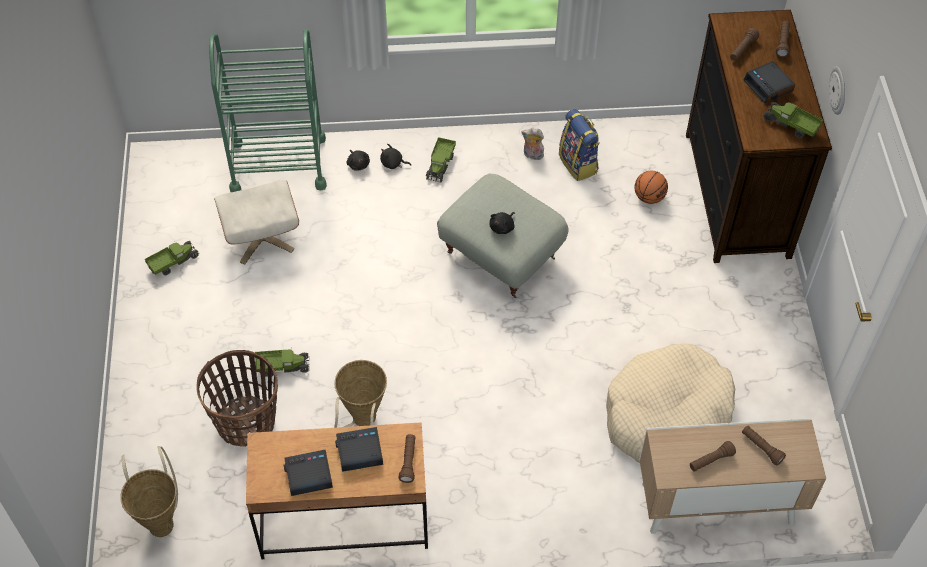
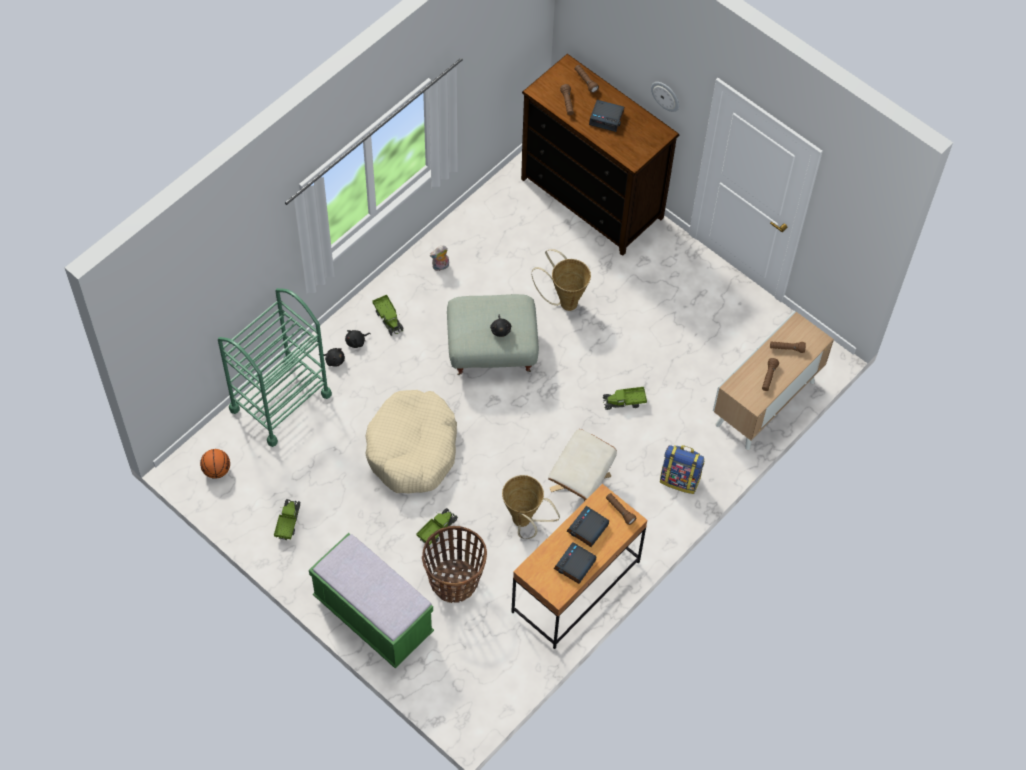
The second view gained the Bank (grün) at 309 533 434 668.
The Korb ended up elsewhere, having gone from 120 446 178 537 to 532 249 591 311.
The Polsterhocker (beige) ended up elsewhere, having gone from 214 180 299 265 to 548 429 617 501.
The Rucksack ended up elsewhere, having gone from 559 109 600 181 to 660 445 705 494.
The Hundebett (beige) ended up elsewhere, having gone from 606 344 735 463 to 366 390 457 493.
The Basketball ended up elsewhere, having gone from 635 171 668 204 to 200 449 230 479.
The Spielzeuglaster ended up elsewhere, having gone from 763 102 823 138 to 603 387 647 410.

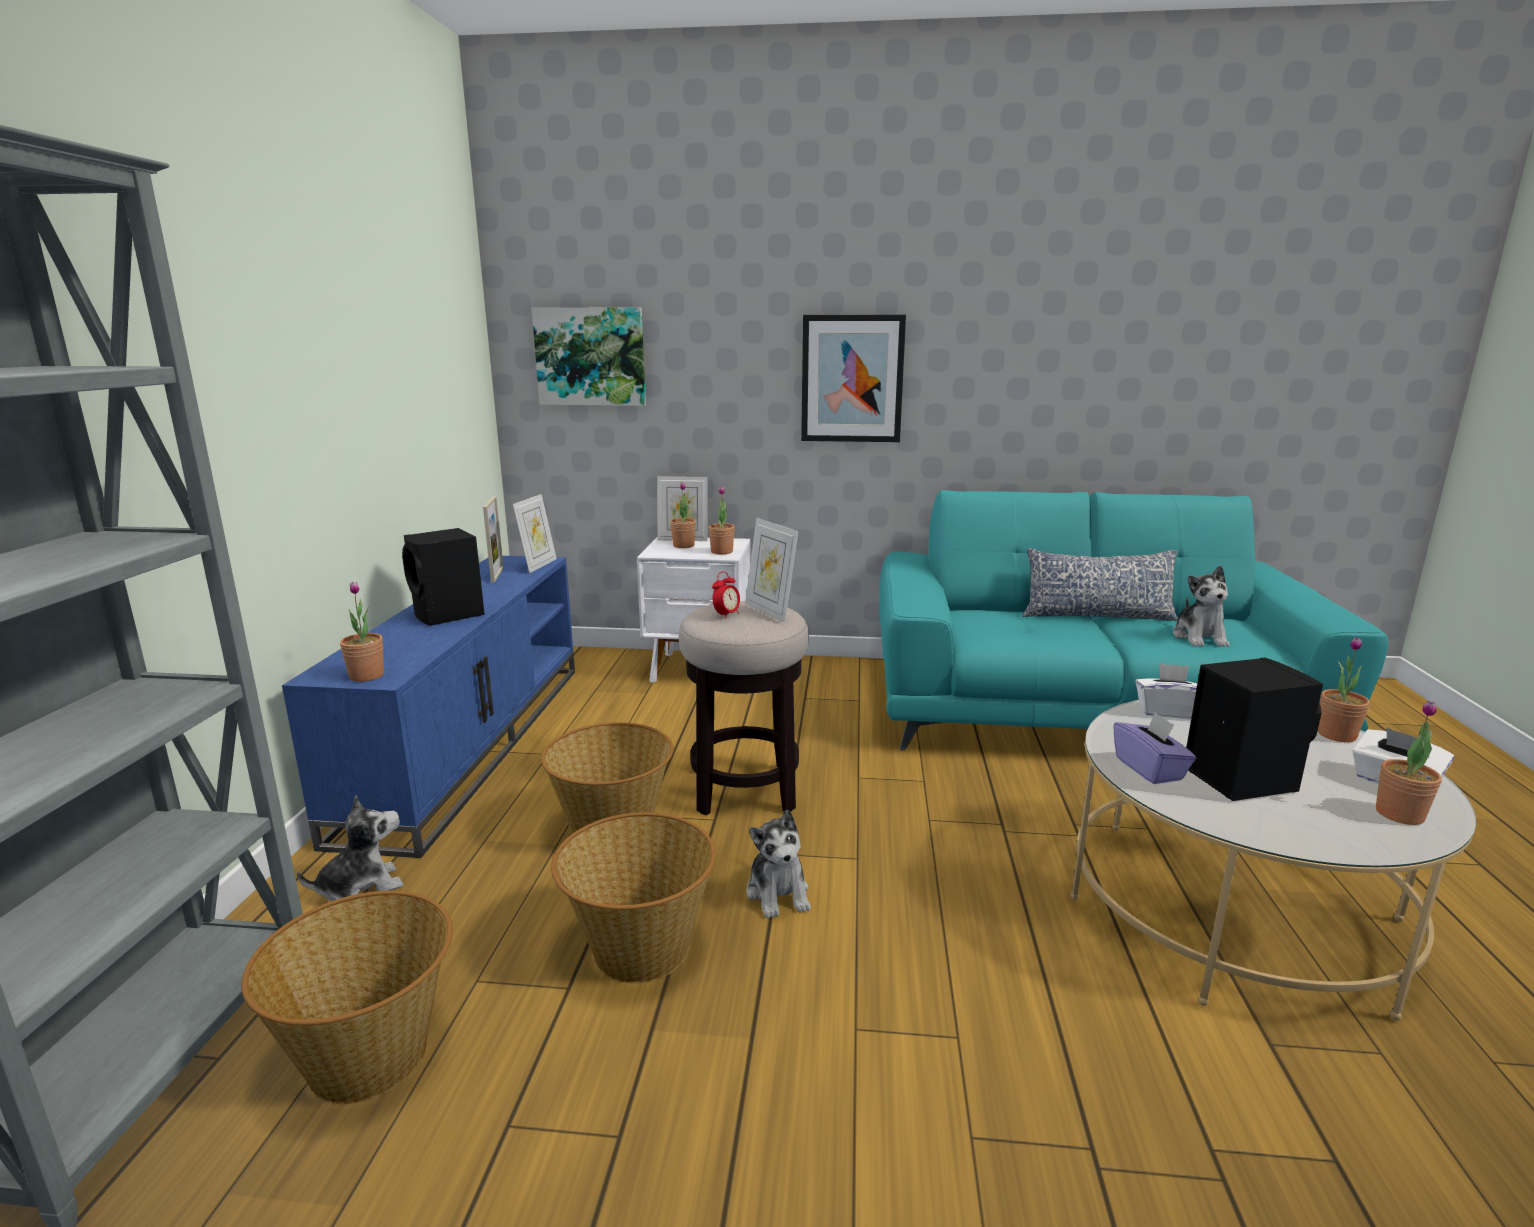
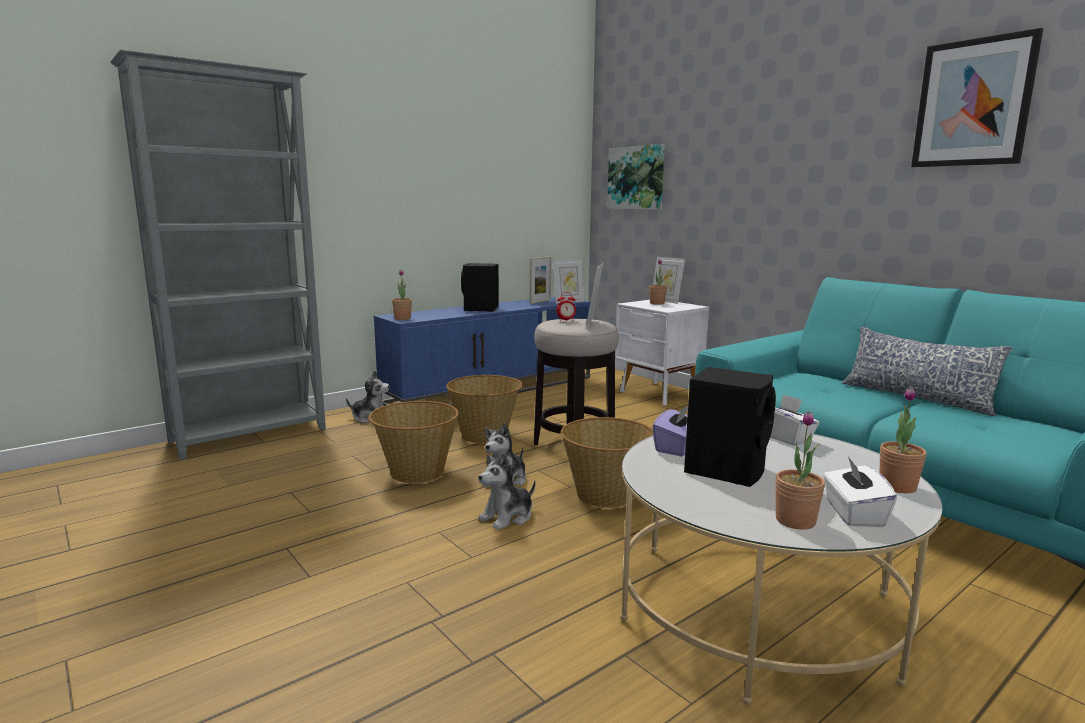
The second view lost the Topfpflanze at 708 487 735 554.
The Korb ended up elsewhere, having gone from 241 891 453 1104 to 561 417 653 508.
The Bild ended up elsewhere, having gone from 801 315 906 442 to 911 28 1043 167.
The Plüschtier ended up elsewhere, having gone from 1173 566 1230 647 to 478 453 536 530.

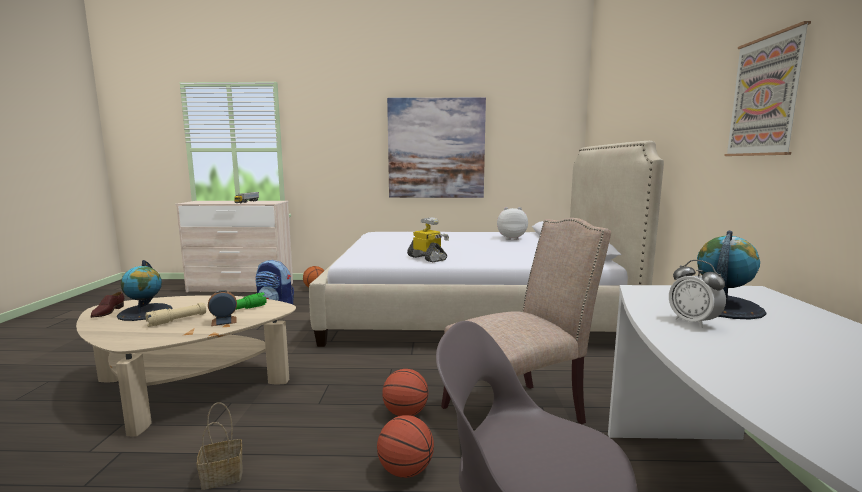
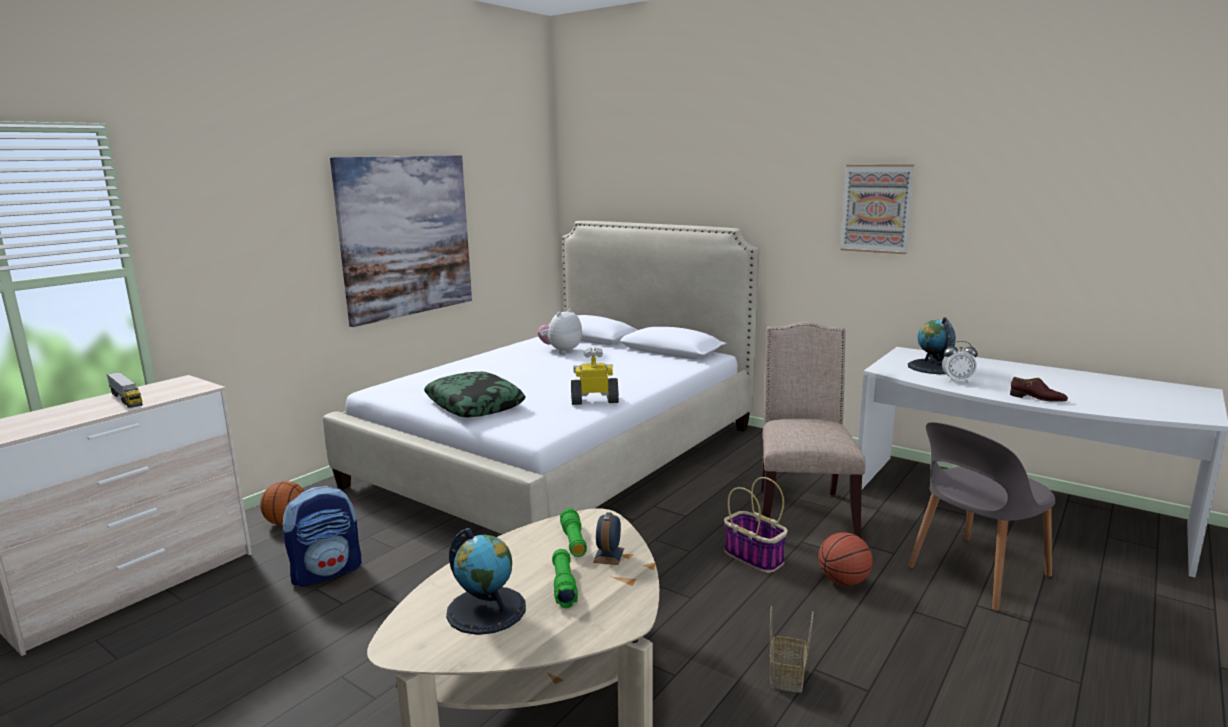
The second view gained the Kissen at 424 372 526 418.
The Schuh (braun) ended up elsewhere, having gone from 90 291 124 318 to 1010 377 1068 402.
Where the Basketball stood at 382 369 428 416, the Korb came to stand at 724 477 788 573.
What was the Taschenlampe (beige) at 145 303 206 327 turned into the Taschenlampe (grün) at 552 549 578 608.

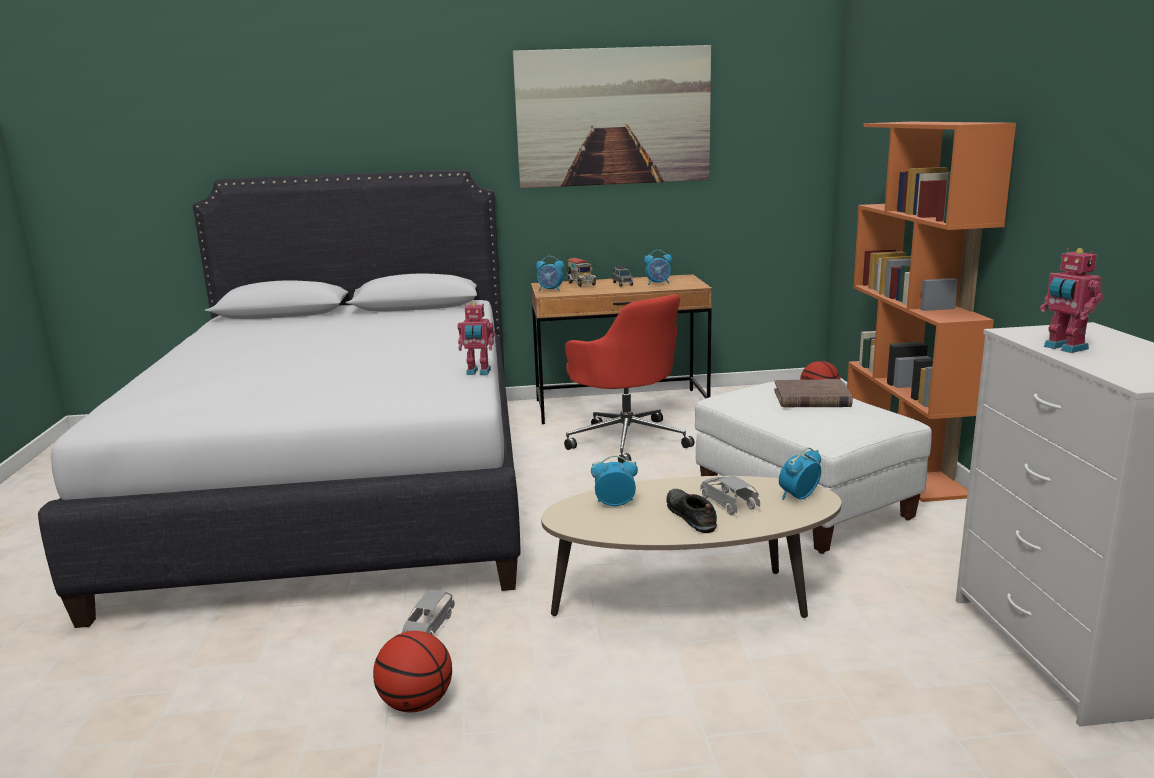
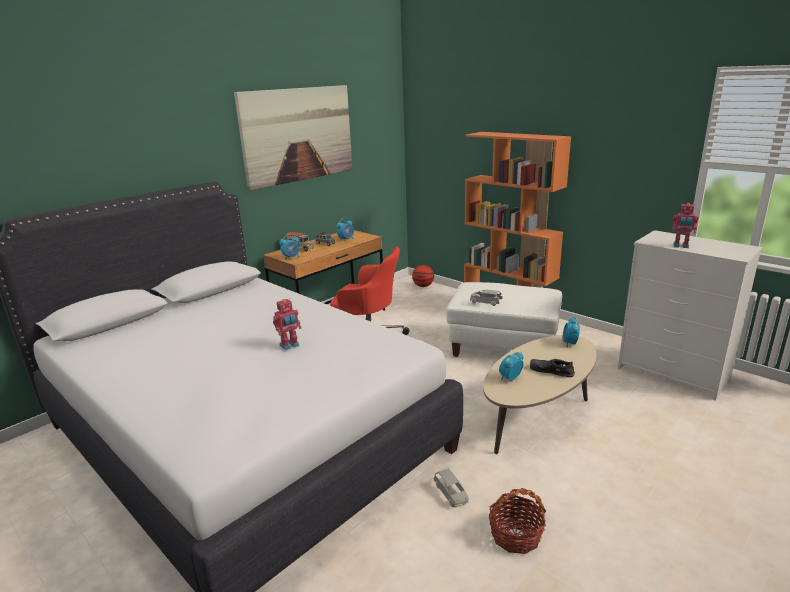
The second view lost the Buch (braun) at 774 379 853 407.
The Spielzeugroboter ended up elsewhere, having gone from 457 302 494 375 to 273 298 301 350.
The Spielzeugauto (grau) ended up elsewhere, having gone from 700 476 760 515 to 470 290 503 306.
Where the Basketball stood at 373 631 452 713, the Korb came to stand at 489 488 546 554.

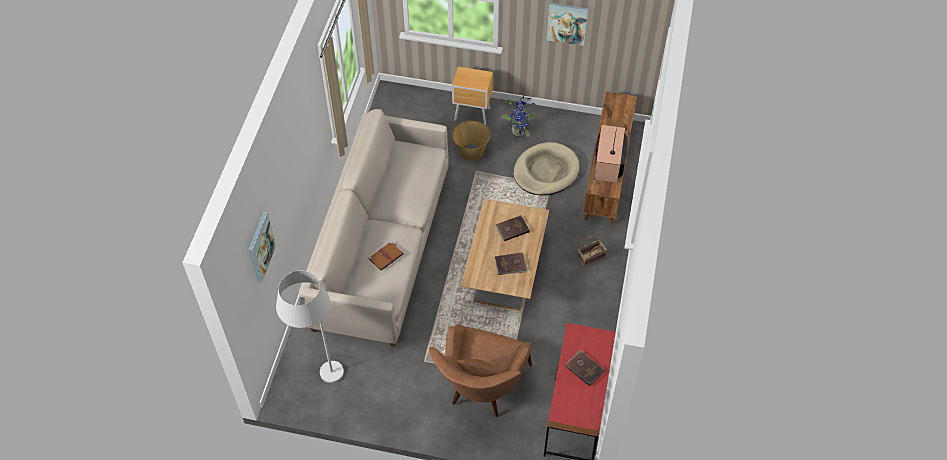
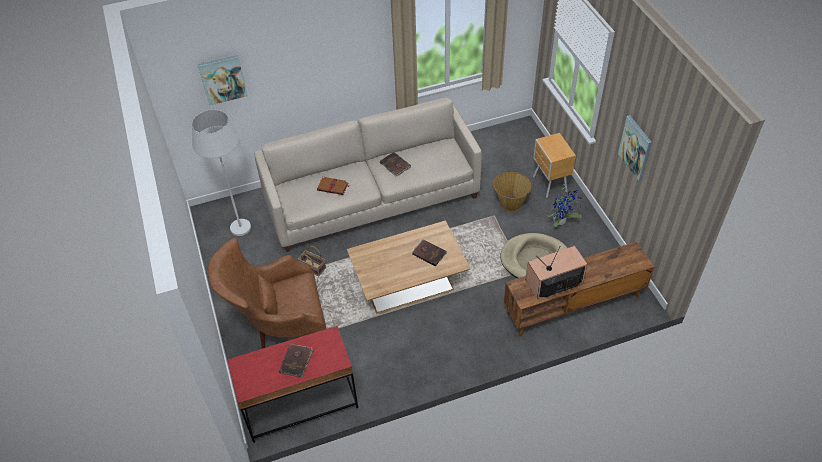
The Buch (braun) ended up elsewhere, having gone from 495 252 528 275 to 380 152 411 176.
The Korb ended up elsewhere, having gone from 578 236 607 267 to 298 246 326 276.

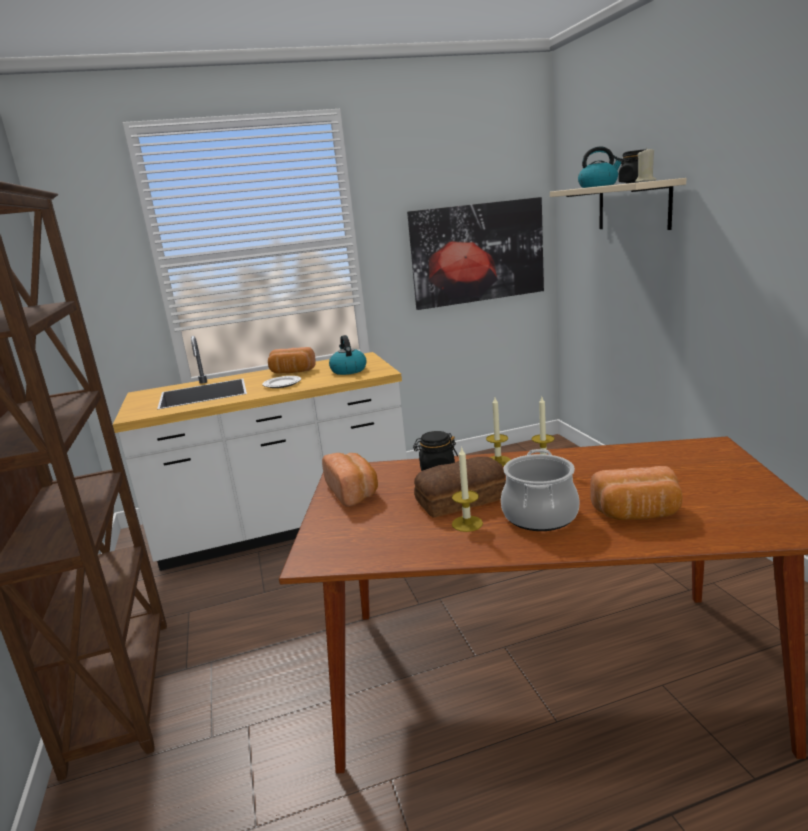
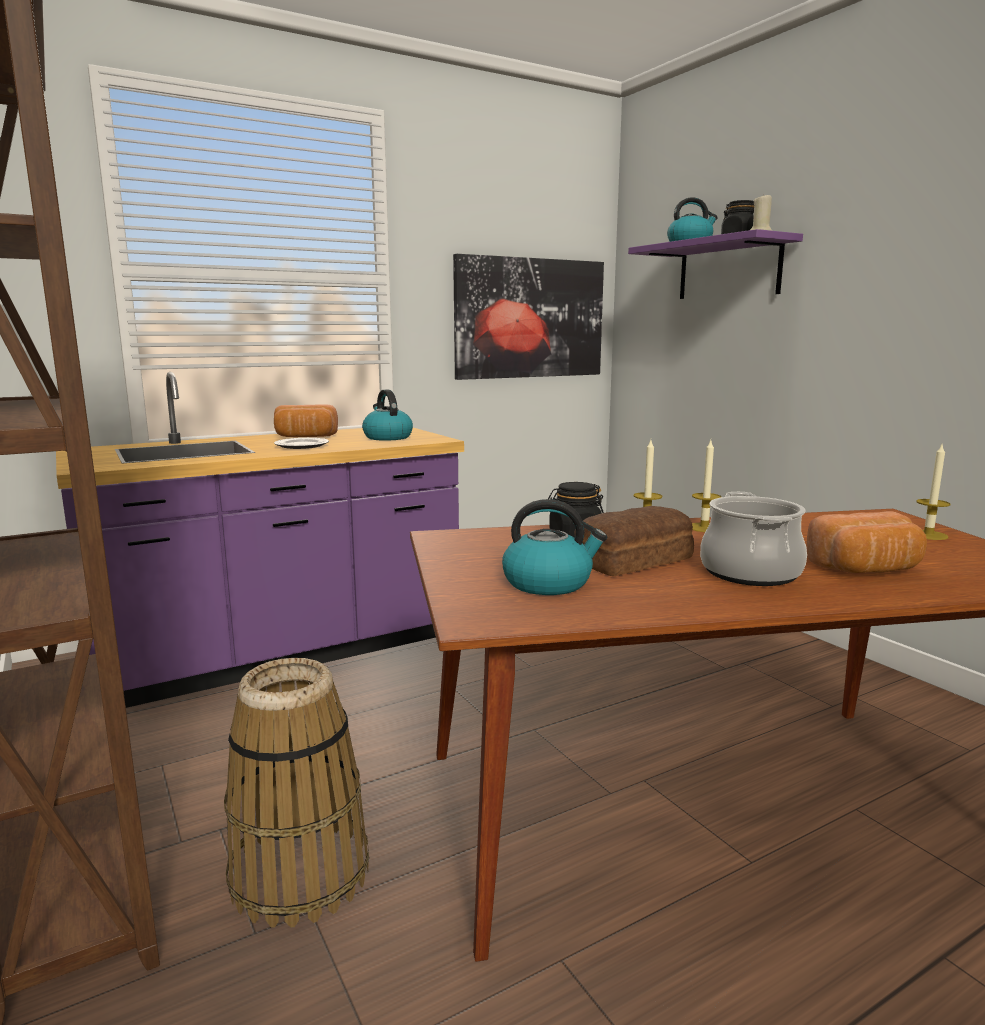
The second view lost the Brot at 322 453 378 507.
The second view gained the Korb at 224 658 369 928.
The second view gained the Wasserkessel at 502 499 607 595.
The Kerze ended up elsewhere, having gone from 452 446 483 532 to 917 445 951 540.
What was the Küchenzeile (weiß) at 113 336 407 571 turned into the Küchenzeile (lila) at 56 372 464 708.
What was the Wandregal (beige) at 550 178 686 230 turned into the Wandregal (lila) at 628 229 803 299.

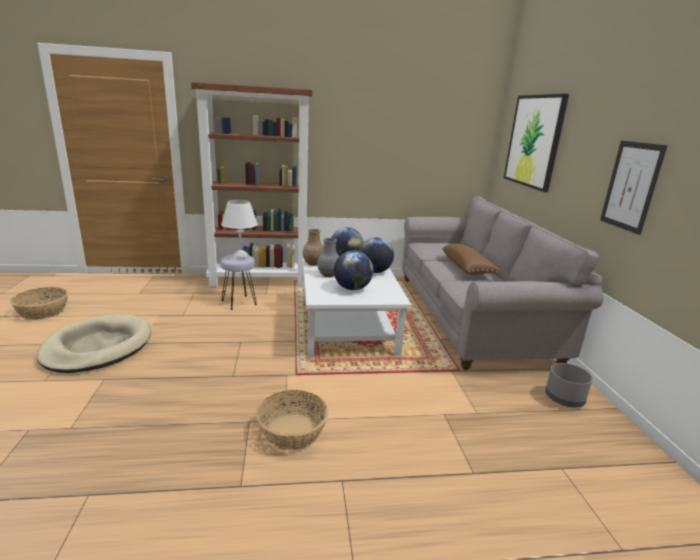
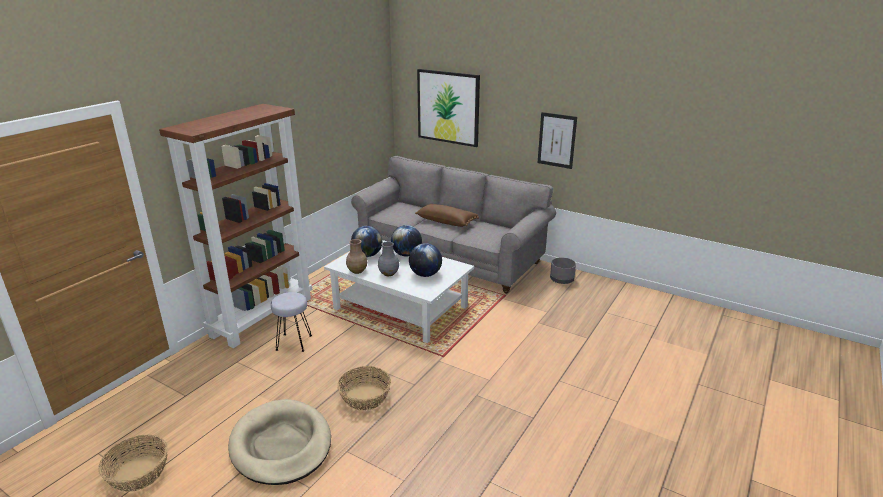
The second view lost the Tischlampe (weiß) at 221 200 258 259.
The Korb ended up elsewhere, having gone from 256 390 328 450 to 337 366 391 411.

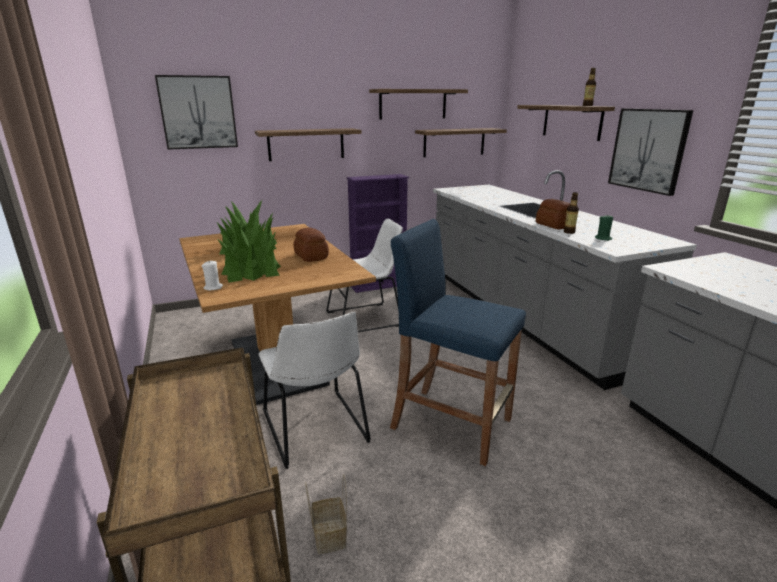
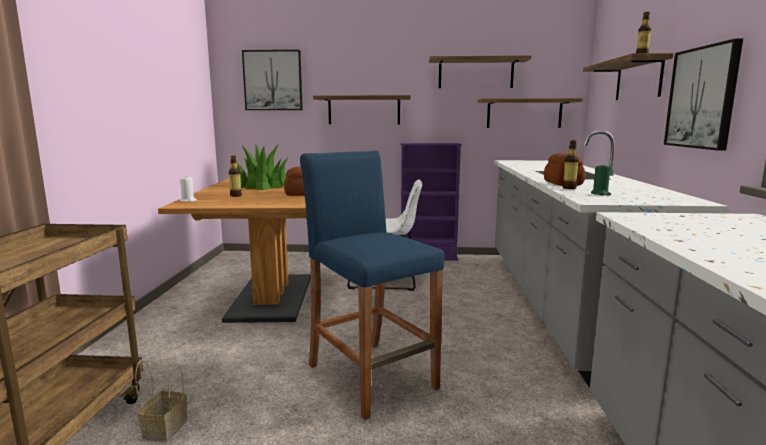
The second view lost the Stuhl (weiß) at 258 312 371 469.
Where the Topfpflanze stood at 217 215 281 282, the Flasche came to stand at 229 156 242 197.

